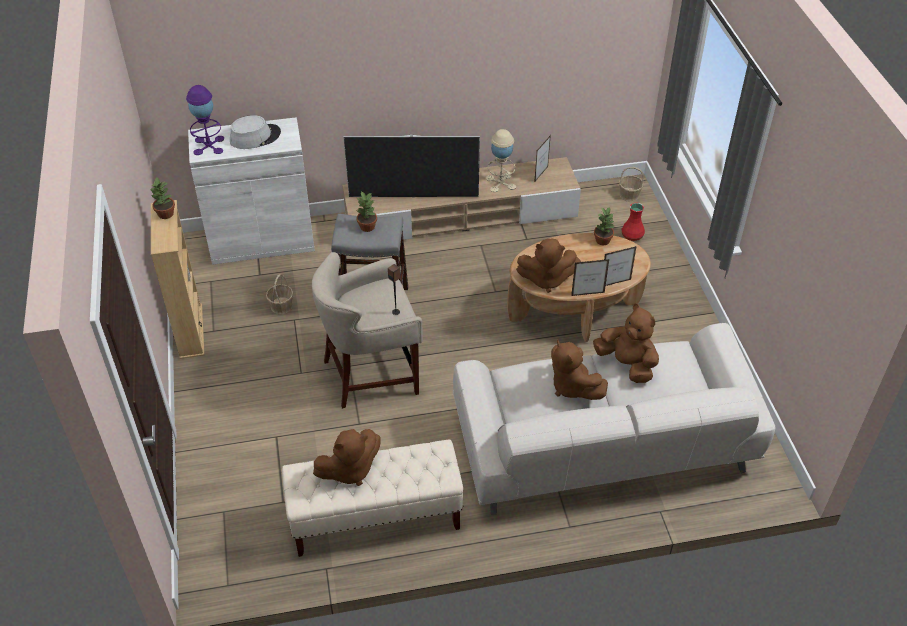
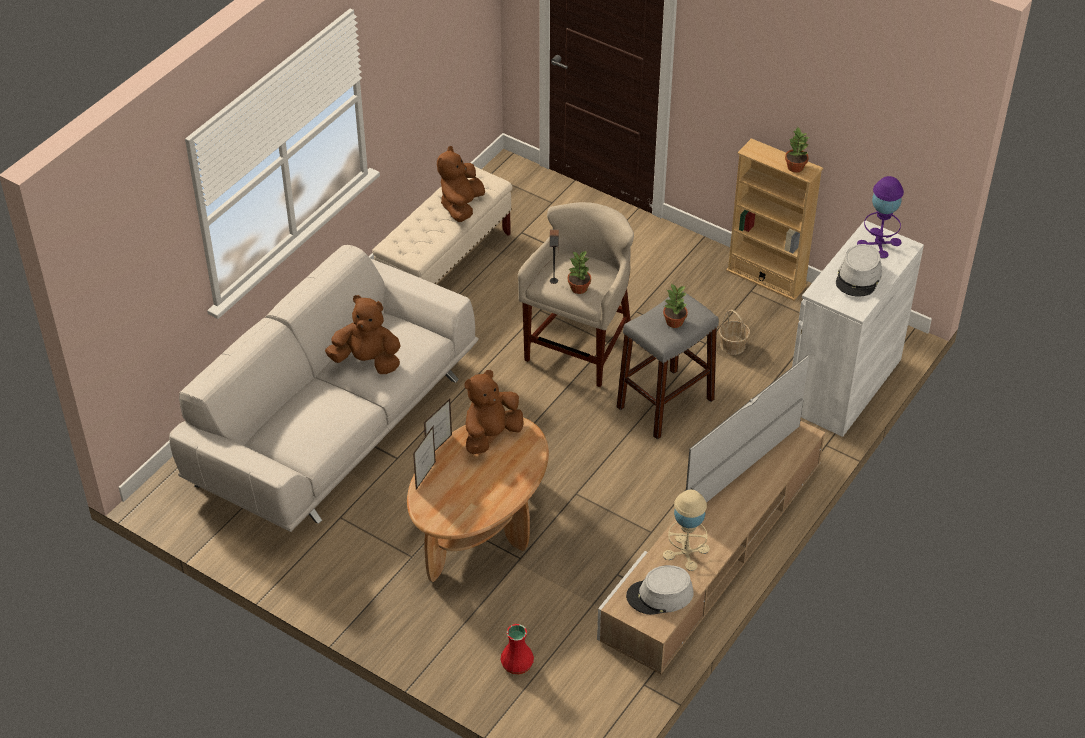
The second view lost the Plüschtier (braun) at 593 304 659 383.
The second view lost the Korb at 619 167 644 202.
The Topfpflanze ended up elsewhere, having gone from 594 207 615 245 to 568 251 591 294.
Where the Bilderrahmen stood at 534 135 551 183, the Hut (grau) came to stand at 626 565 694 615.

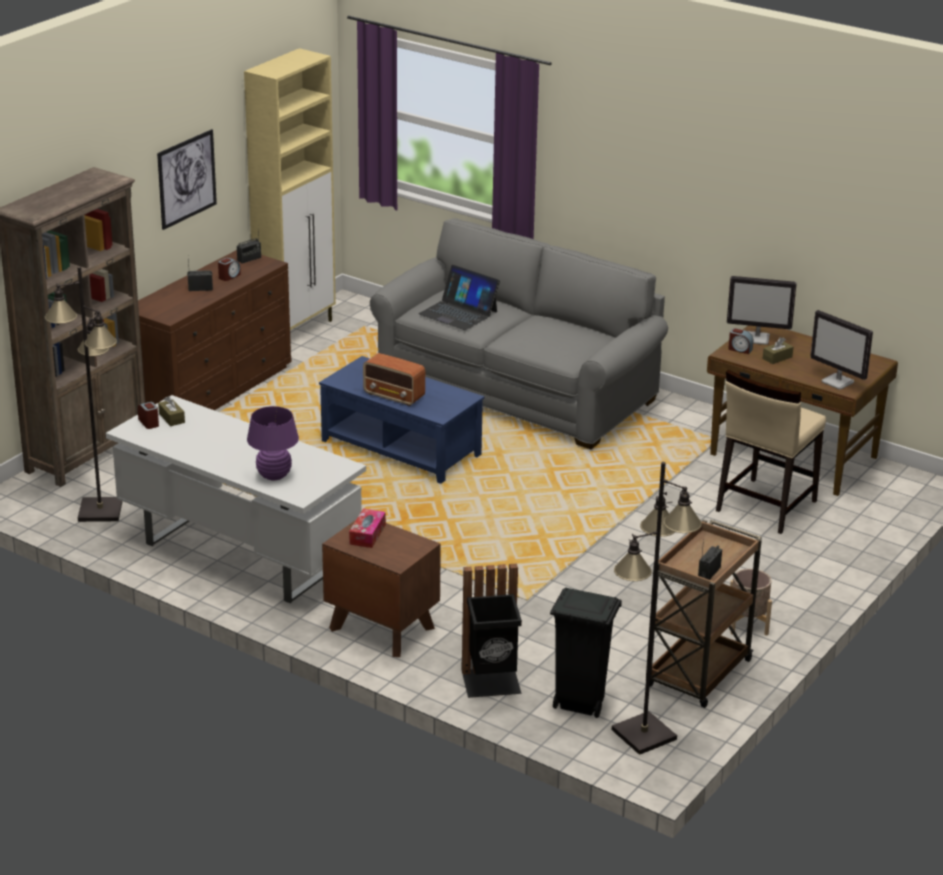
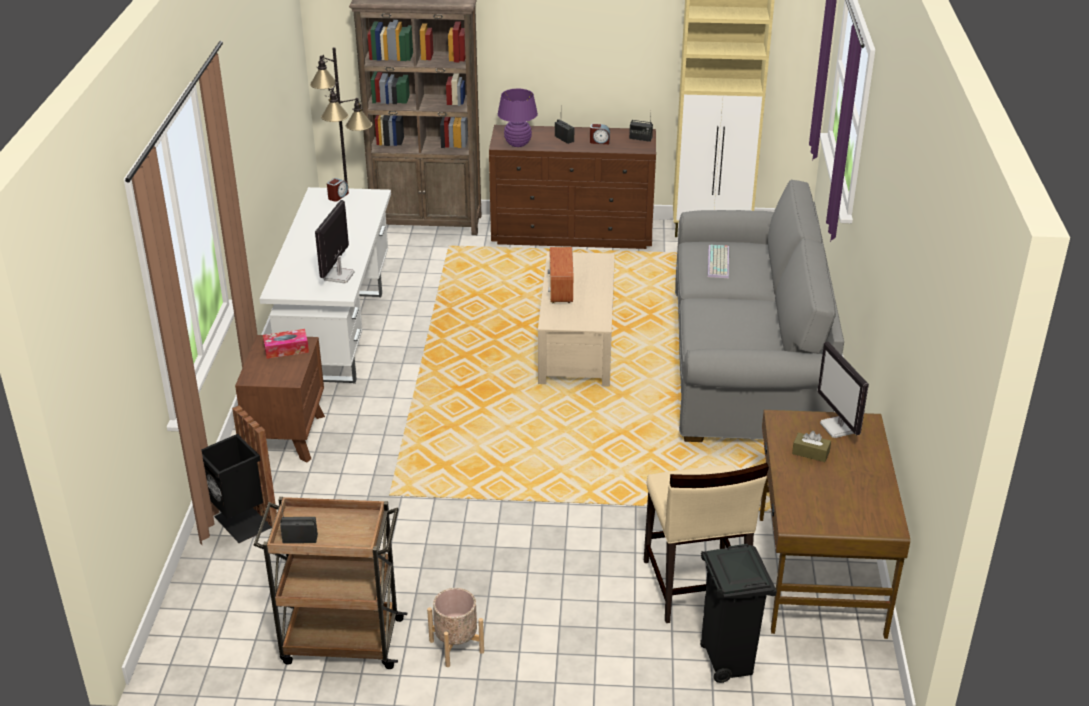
The second view lost the Bild at 157 129 217 230.
The second view lost the Taschentuchbox (braun) at 158 396 185 426.
The second view lost the Stehlampe (schwarz) at 612 462 702 755.
The second view lost the Wecker at 728 328 753 354.
The Tischlampe (lila) ended up elsewhere, having gone from 247 406 299 480 to 498 88 538 147.
The Mülleimer (schwarz) ended up elsewhere, having gone from 550 587 622 718 to 700 544 777 683.
The Monitor ended up elsewhere, having gone from 810 310 873 389 to 315 200 354 283.
Where the Laptop stood at 419 265 500 330, the Tastatur came to stand at 707 245 729 278.
What was the Couchtisch (blau) at 319 356 484 484 turned into the Couchtisch (beige) at 538 252 615 387.
The Stuhl (beige) at 716 370 826 534 ended up facing another way, 105 degrees counterclockwise from before.

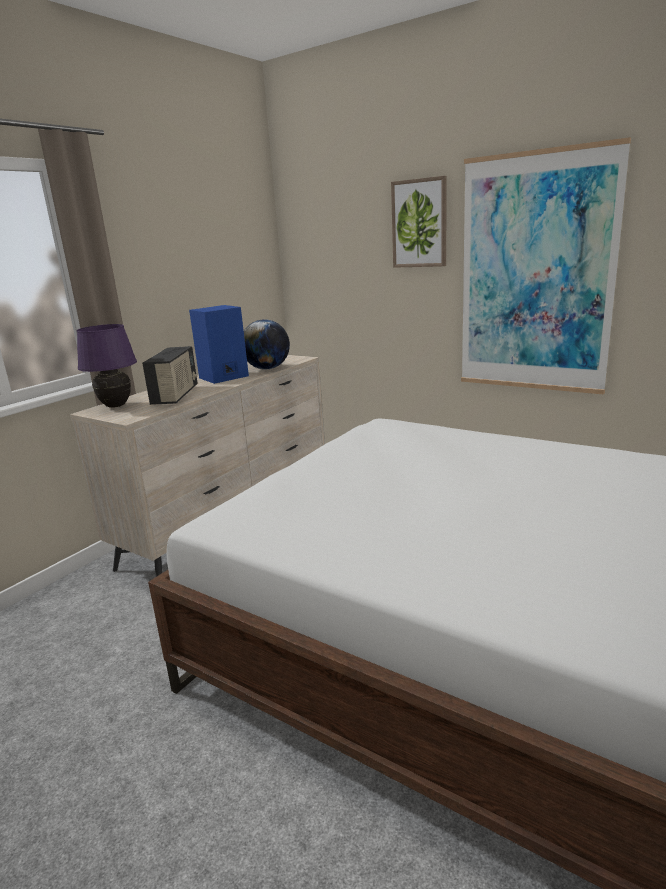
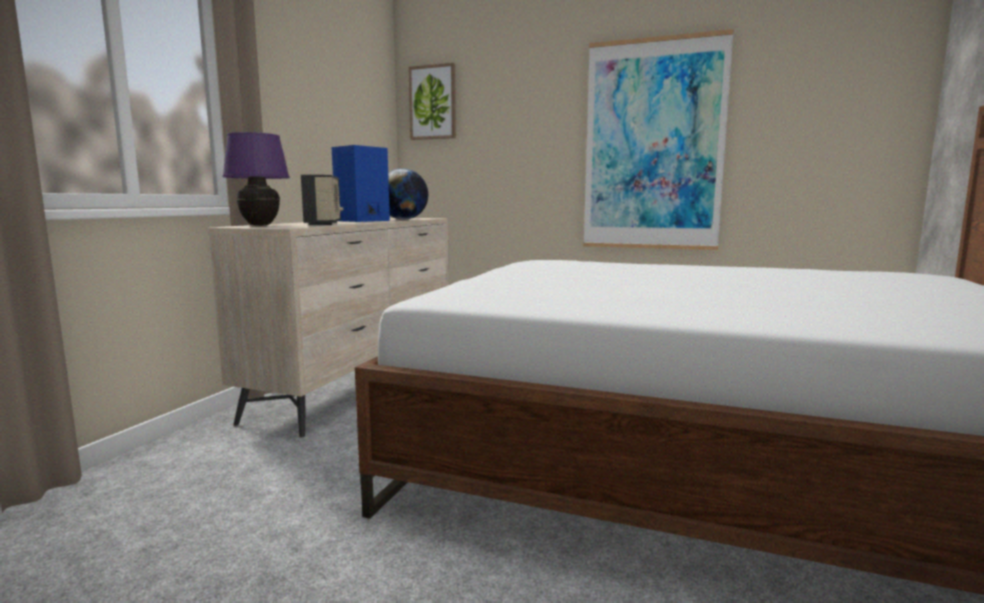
The Bild ended up elsewhere, having gone from 391 176 447 268 to 409 63 456 140.

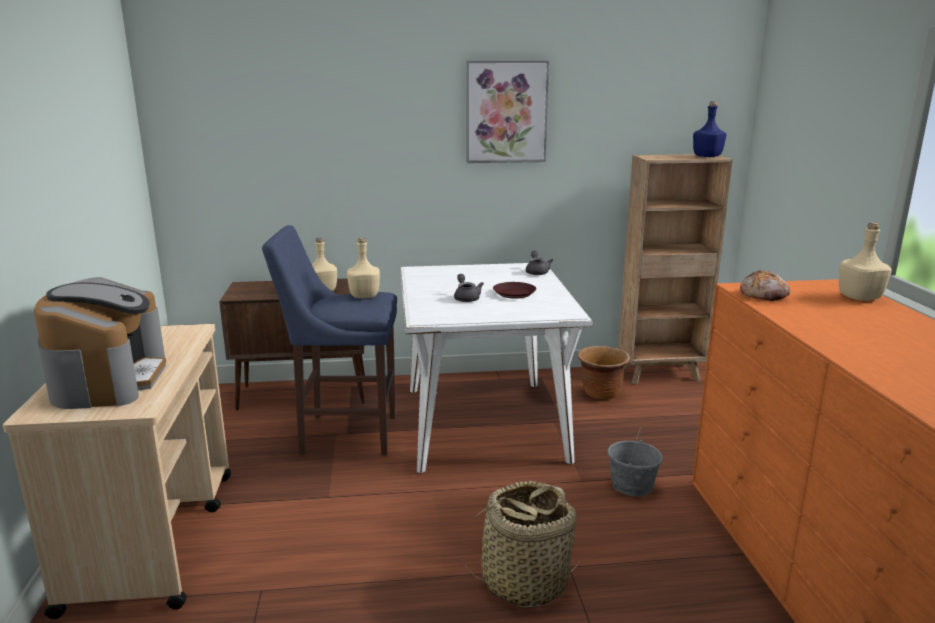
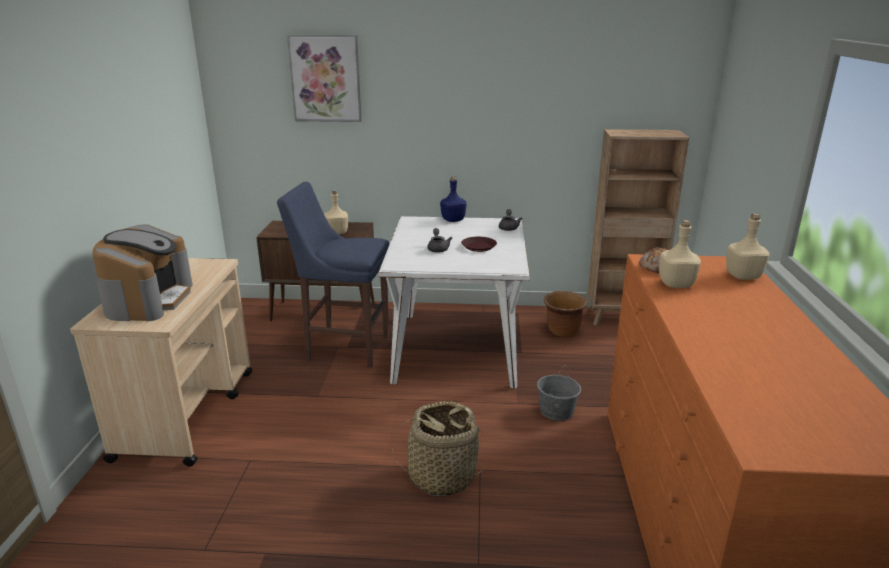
The Flasche (beige) ended up elsewhere, having gone from 347 237 380 298 to 659 220 701 288.
The Bild ended up elsewhere, having gone from 466 60 549 163 to 287 35 361 122.
The Flasche (blau) ended up elsewhere, having gone from 693 102 726 157 to 440 176 466 222.

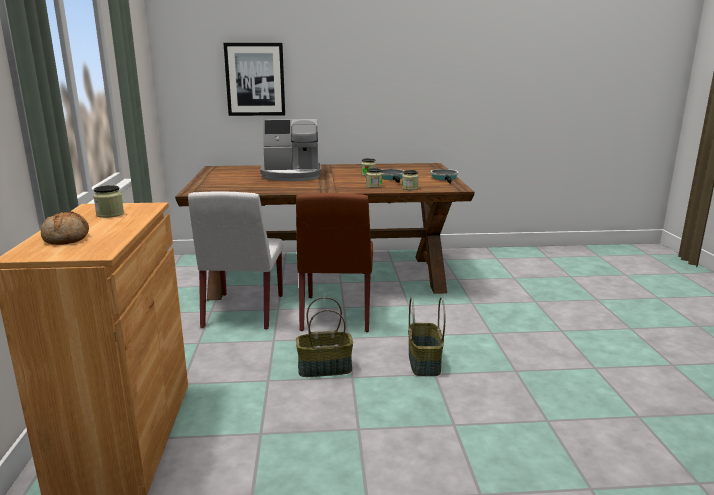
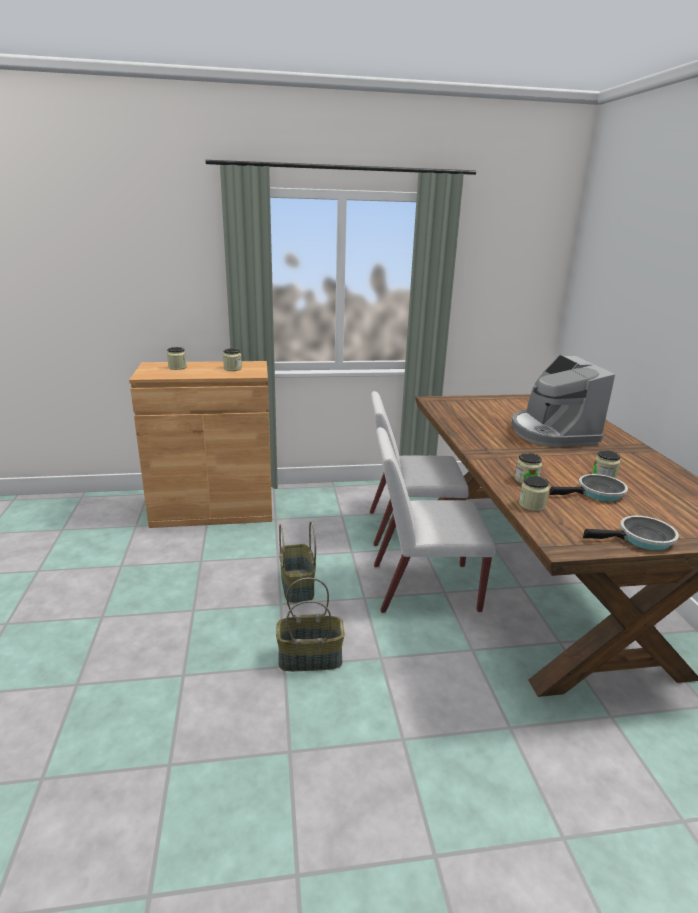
The second view lost the Bild at 223 43 285 116.
Where the Brot stood at 41 211 89 245, the Vorratsglas came to stand at 167 347 187 370.
What was the Stuhl (braun) at 296 193 373 332 turned into the Stuhl (weiß) at 374 427 495 613.

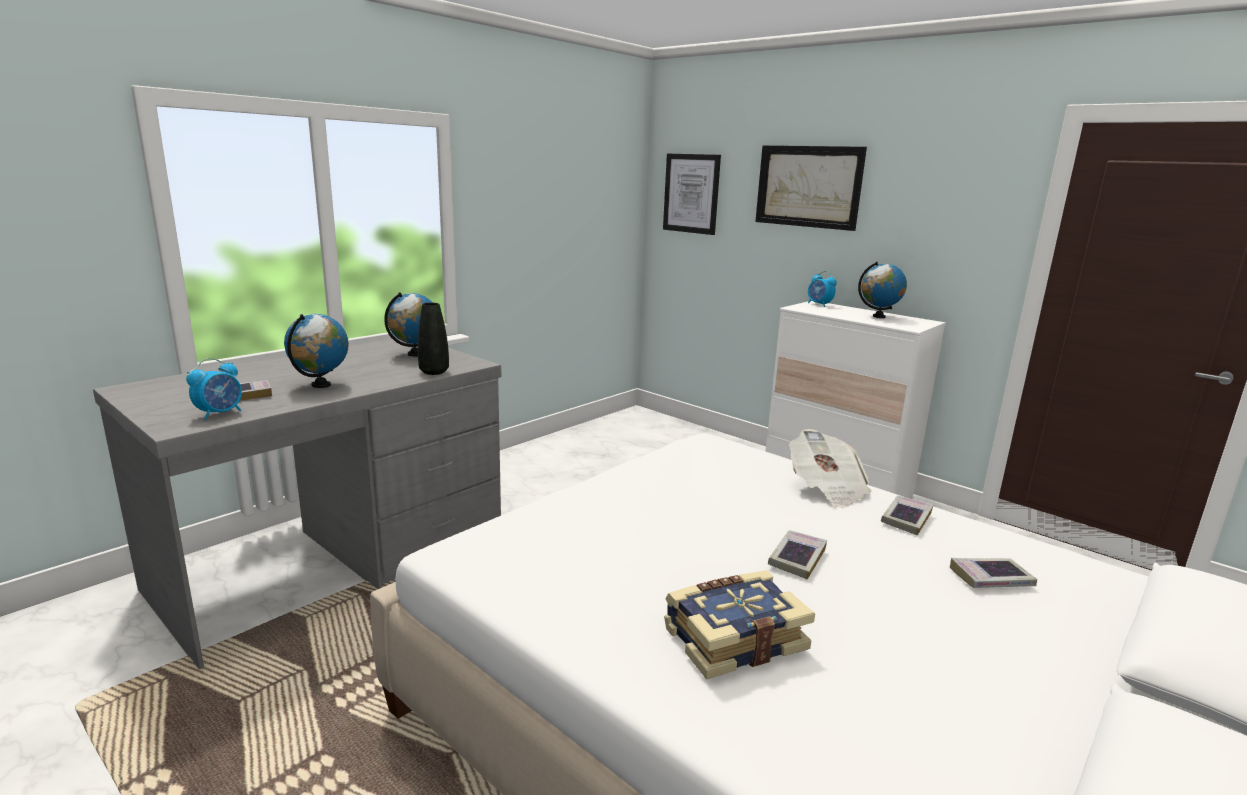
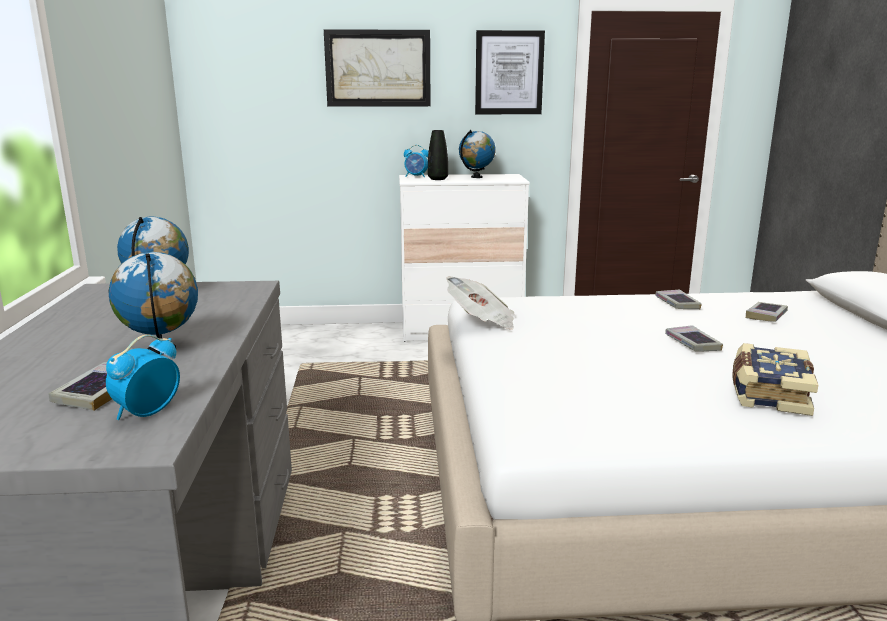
The Vase (schwarz) ended up elsewhere, having gone from 418 303 449 375 to 428 130 448 180.
The Bild ended up elsewhere, having gone from 663 154 721 235 to 475 30 545 114.
The Zeitung ended up elsewhere, having gone from 789 429 872 508 to 446 276 514 330.
The Wecker at 186 358 242 420 ended up facing another way, 135 degrees counterclockwise from before.

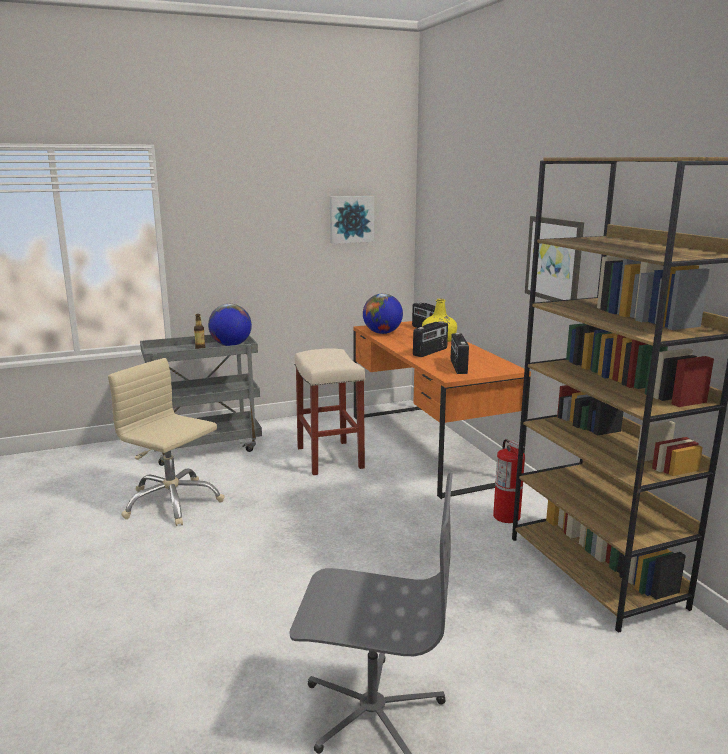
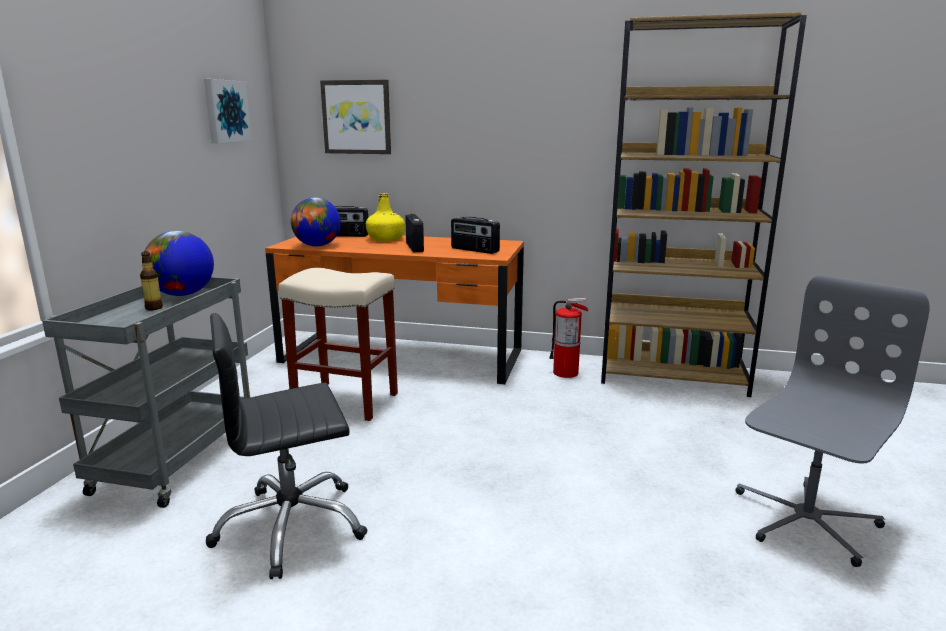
The Bild ended up elsewhere, having gone from 525 216 584 301 to 320 80 391 154.
What was the Bürostuhl (beige) at 108 358 225 526 turned into the Bürostuhl (schwarz) at 206 313 368 579.

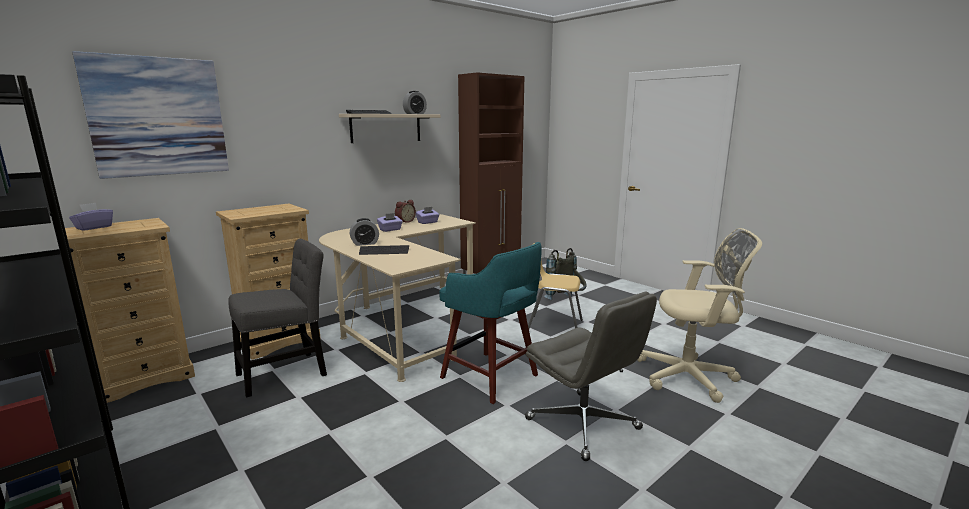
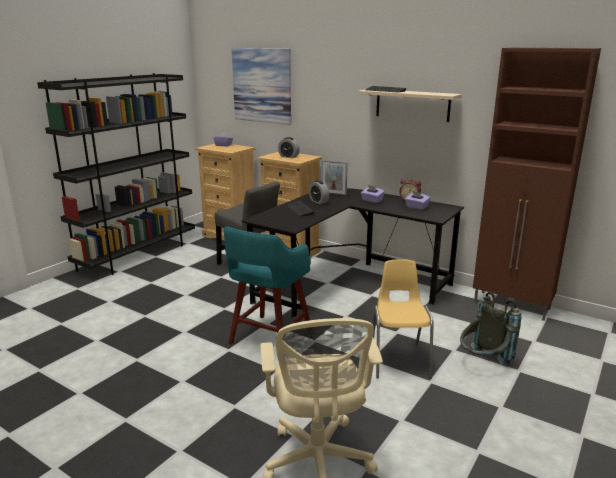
The second view lost the Bürostuhl (grau) at 525 292 657 461.
The second view gained the Bilderrahmen at 321 160 348 196.
The Wecker ended up elsewhere, having gone from 403 91 427 114 to 278 137 300 158.
What was the Schreibtisch (beige) at 319 214 476 382 turned into the Schreibtisch (schwarz) at 242 188 464 318.

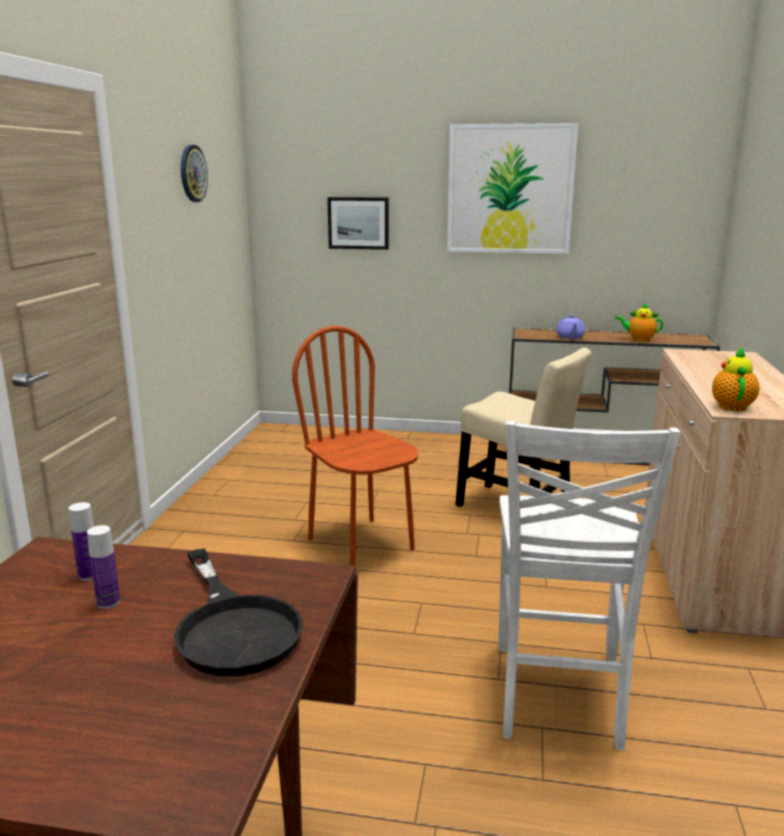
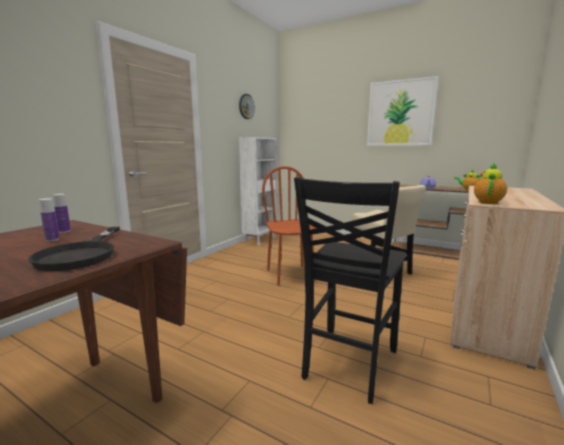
The second view lost the Bild at 327 197 389 250.
The second view gained the Bücherregal (weiß) at 239 137 277 245.
What was the Stuhl (weiß) at 498 421 681 750 turned into the Stuhl (schwarz) at 294 177 406 404.

